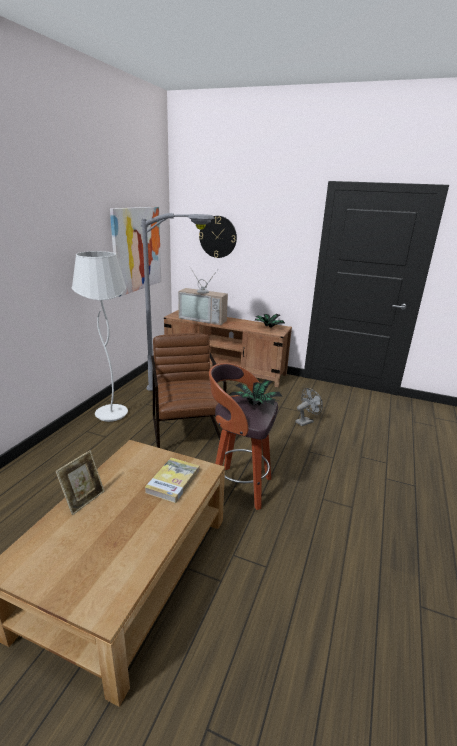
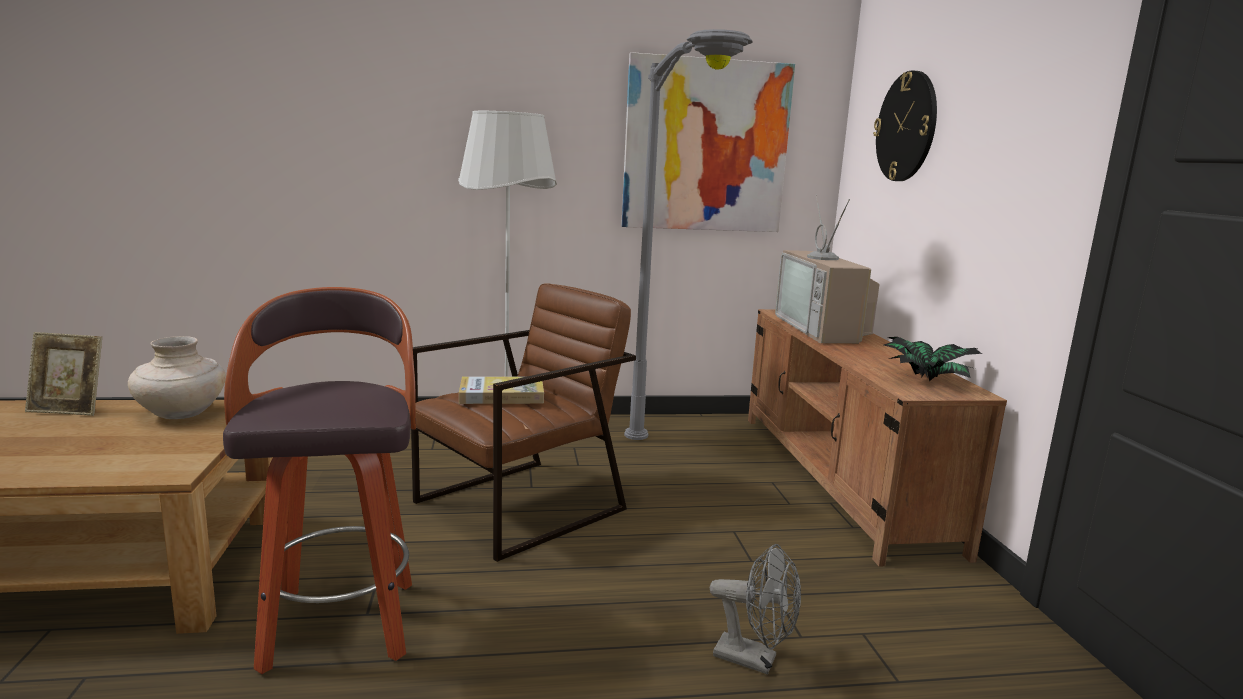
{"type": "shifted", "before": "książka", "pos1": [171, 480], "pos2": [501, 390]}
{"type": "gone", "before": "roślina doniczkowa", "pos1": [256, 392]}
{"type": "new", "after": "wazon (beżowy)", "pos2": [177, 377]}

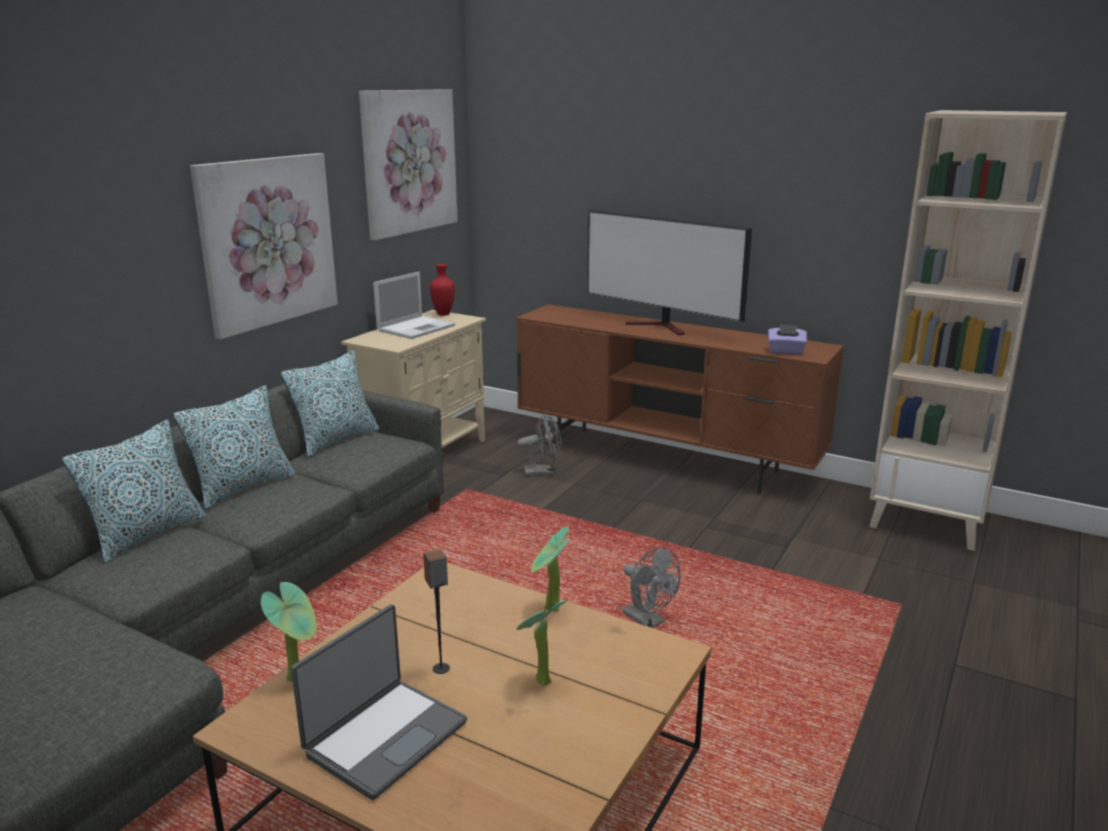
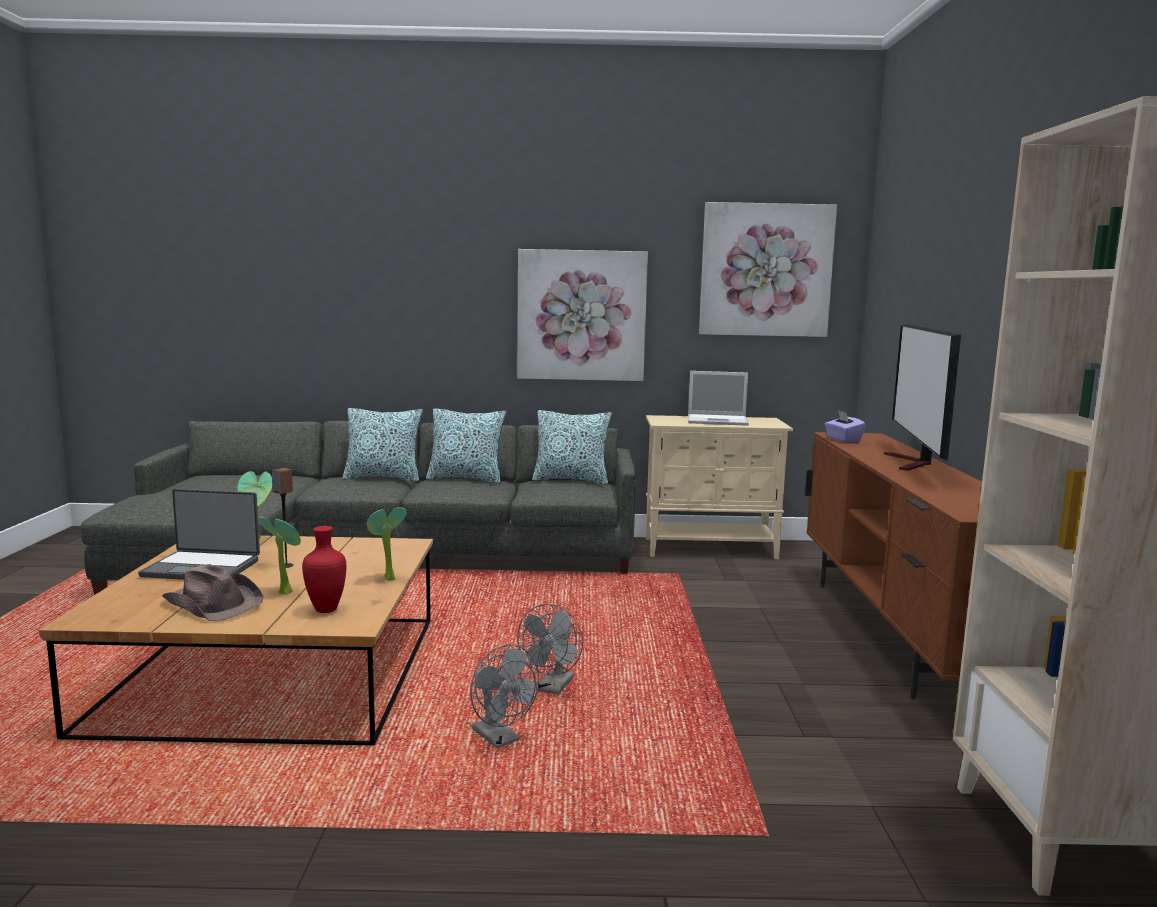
{"type": "shifted", "before": "wazon (czerwony)", "pos1": [442, 290], "pos2": [324, 569]}
{"type": "shifted", "before": "wentylator (szary)", "pos1": [539, 445], "pos2": [504, 696]}
{"type": "shifted", "before": "pudełko chusteczek (fioletowy)", "pos1": [787, 339], "pos2": [845, 426]}
{"type": "new", "after": "kapelusz (brązowy)", "pos2": [213, 593]}

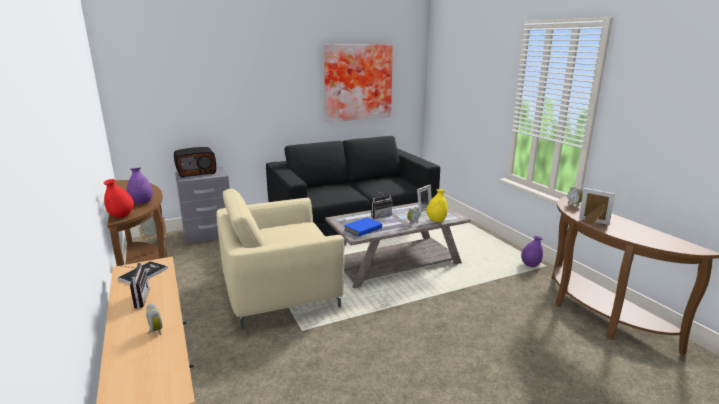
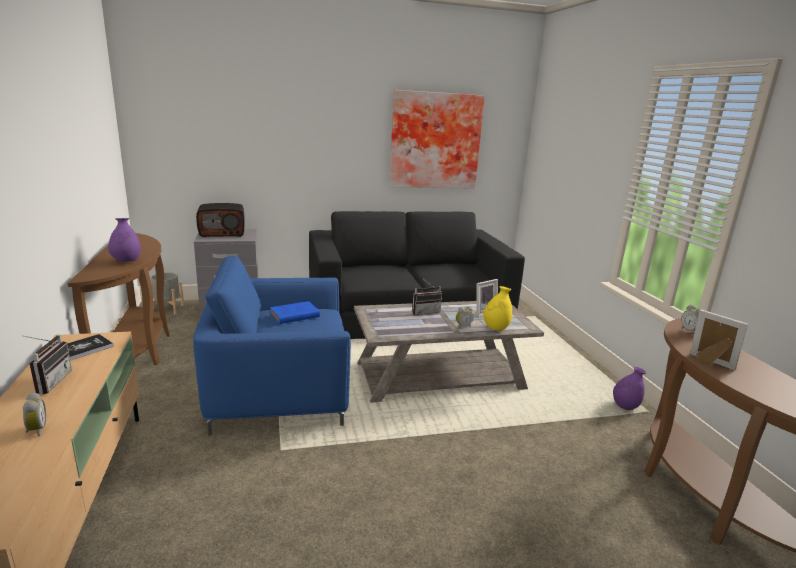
{"type": "gone", "before": "wazon (czerwony)", "pos1": [118, 198]}
{"type": "repainted", "before": "fotel (beżowy)", "after": "fotel (niebieski)", "pos1": [280, 259], "pos2": [272, 345]}
{"type": "shifted", "before": "książka (niebieski)", "pos1": [363, 227], "pos2": [295, 312]}

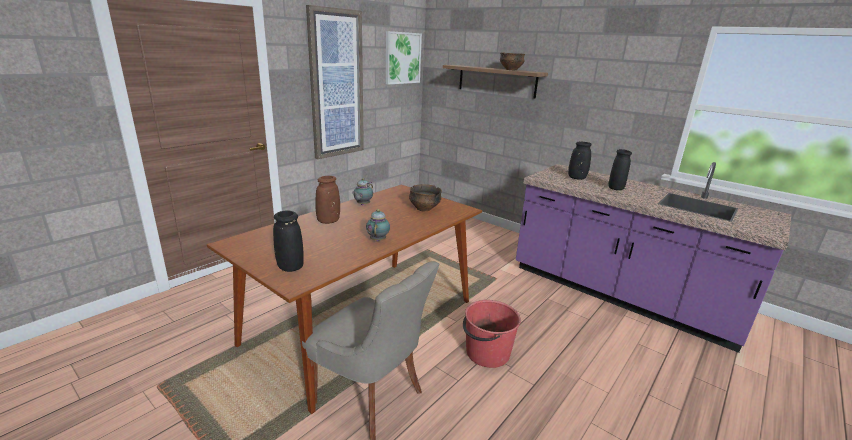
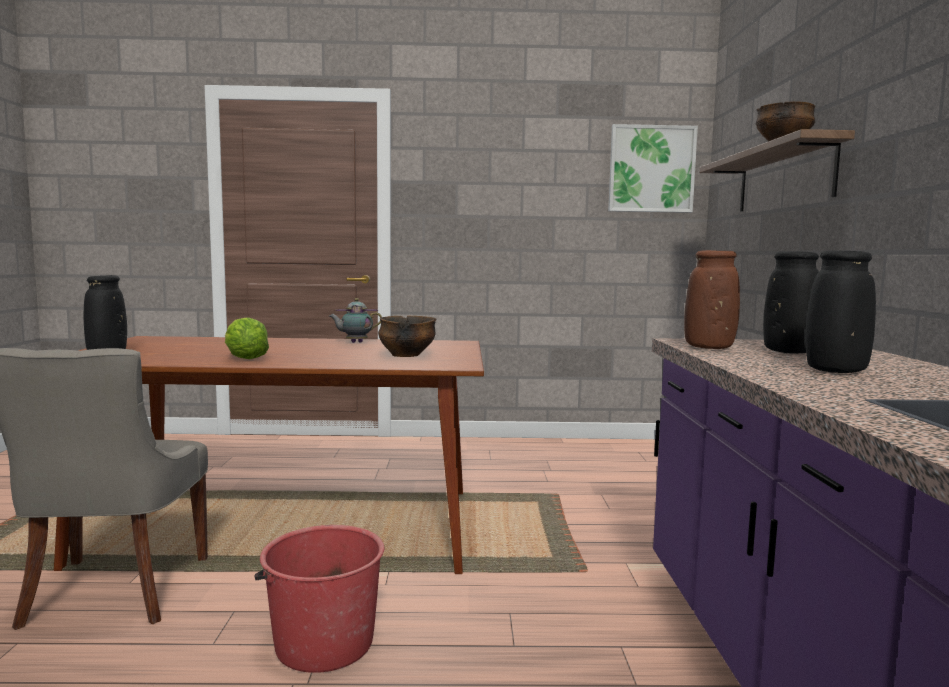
{"type": "gone", "before": "obraz", "pos1": [335, 82]}
{"type": "shifted", "before": "wazon (brązowy)", "pos1": [327, 200], "pos2": [712, 299]}
{"type": "swapped", "before": "imbryk", "after": "sałata", "pos1": [378, 225], "pos2": [247, 338]}

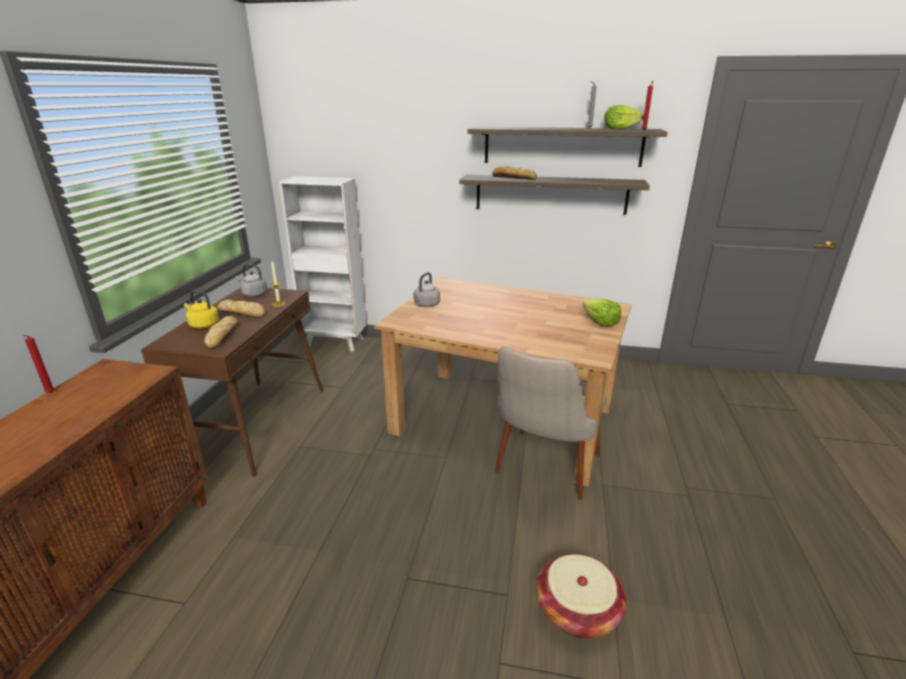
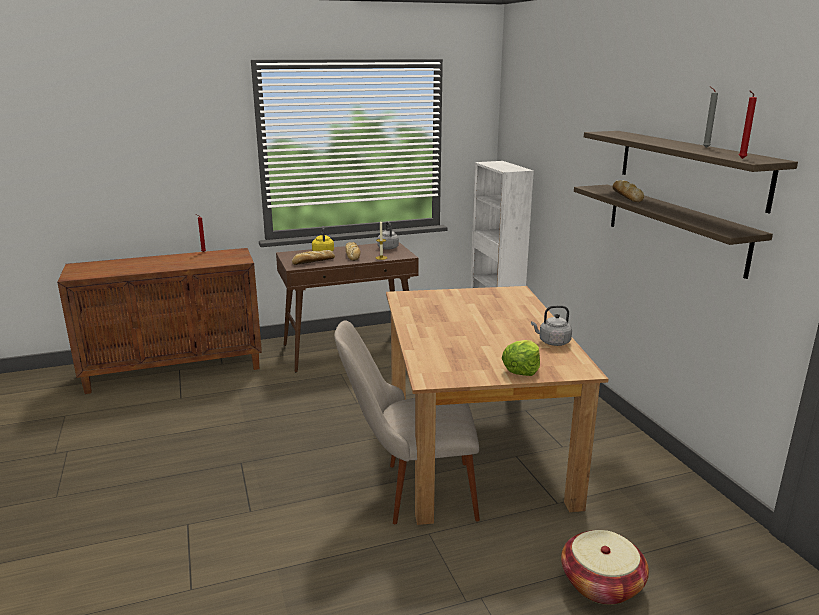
{"type": "shifted", "before": "czajnik (szary)", "pos1": [426, 289], "pos2": [551, 325]}
{"type": "shifted", "before": "koszyk", "pos1": [581, 596], "pos2": [605, 567]}
{"type": "gone", "before": "sałata", "pos1": [624, 117]}

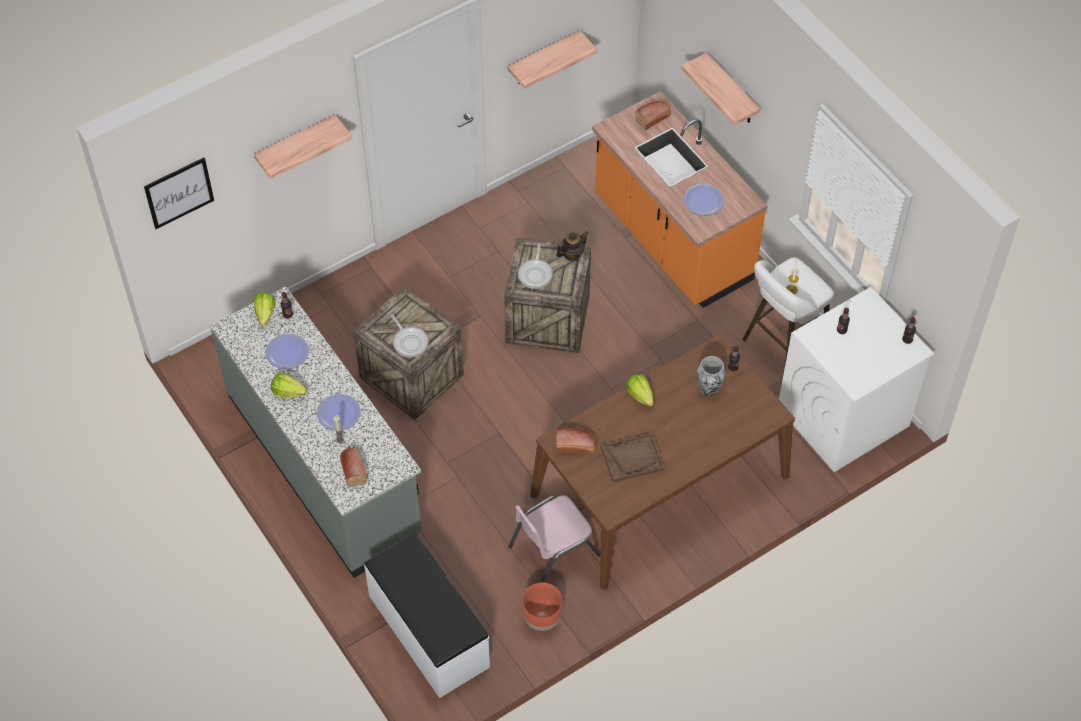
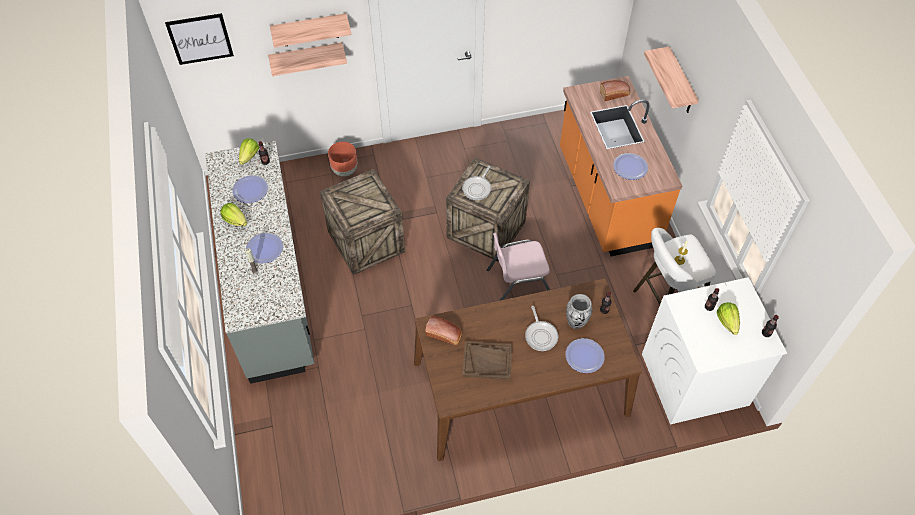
{"type": "gone", "before": "chleb", "pos1": [353, 467]}
{"type": "gone", "before": "ławka (biały)", "pos1": [427, 615]}
{"type": "shifted", "before": "patelnia", "pos1": [410, 336], "pos2": [541, 328]}
{"type": "shifted", "before": "półka", "pos1": [552, 60], "pos2": [307, 59]}
{"type": "shifted", "before": "krzesło (różowy)", "pos1": [554, 539], "pos2": [518, 267]}
{"type": "shifted", "before": "donica (brązowy)", "pos1": [542, 607], "pos2": [342, 159]}
{"type": "gone", "before": "imbryk", "pos1": [572, 246]}
{"type": "shifted", "before": "sałata", "pos1": [639, 390], "pos2": [728, 318]}
{"type": "new", "after": "talerz", "pos2": [585, 355]}

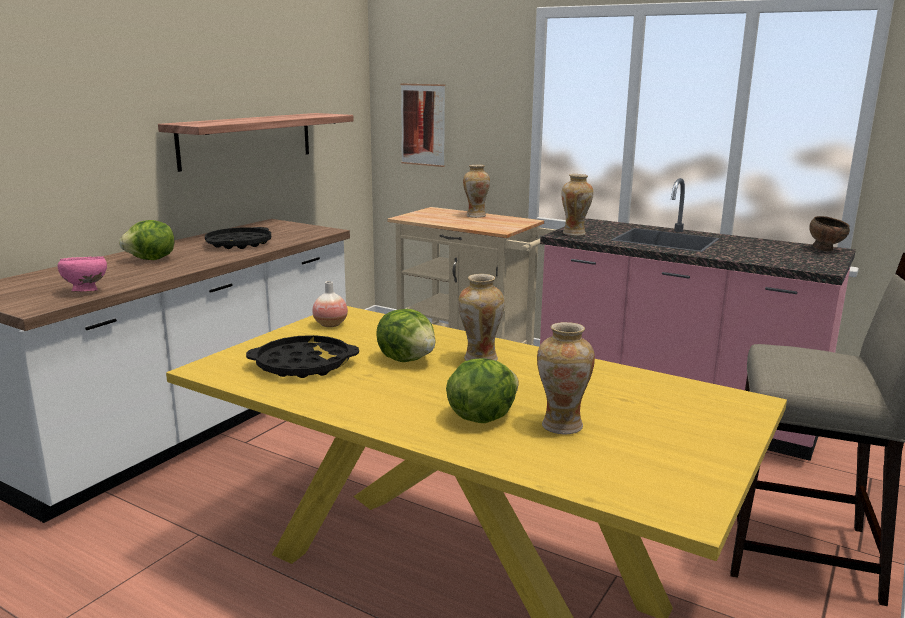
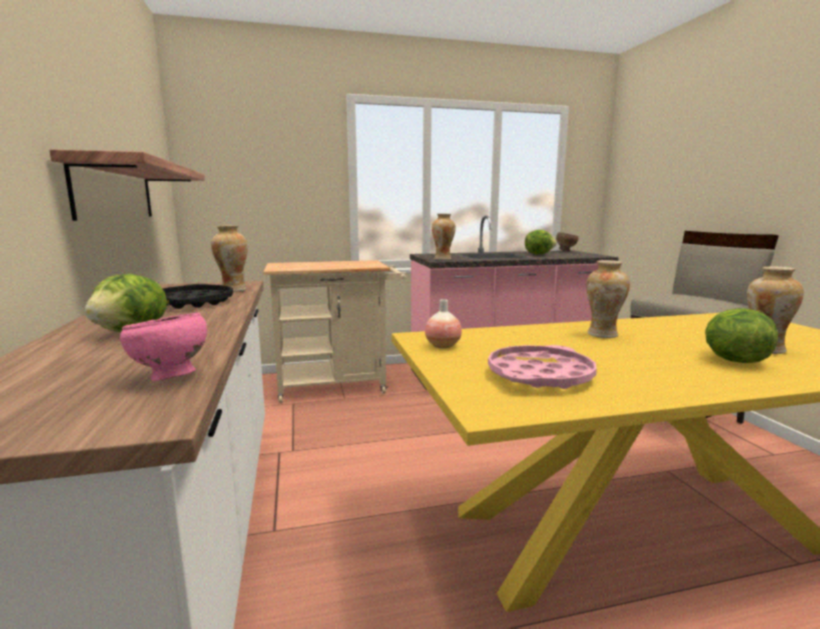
{"type": "repainted", "before": "taca (czarny)", "after": "taca (różowy)", "pos1": [302, 356], "pos2": [542, 367]}
{"type": "shifted", "before": "sałata", "pos1": [405, 335], "pos2": [541, 242]}
{"type": "gone", "before": "obraz", "pos1": [423, 125]}
{"type": "shifted", "before": "wazon", "pos1": [476, 191], "pos2": [229, 258]}

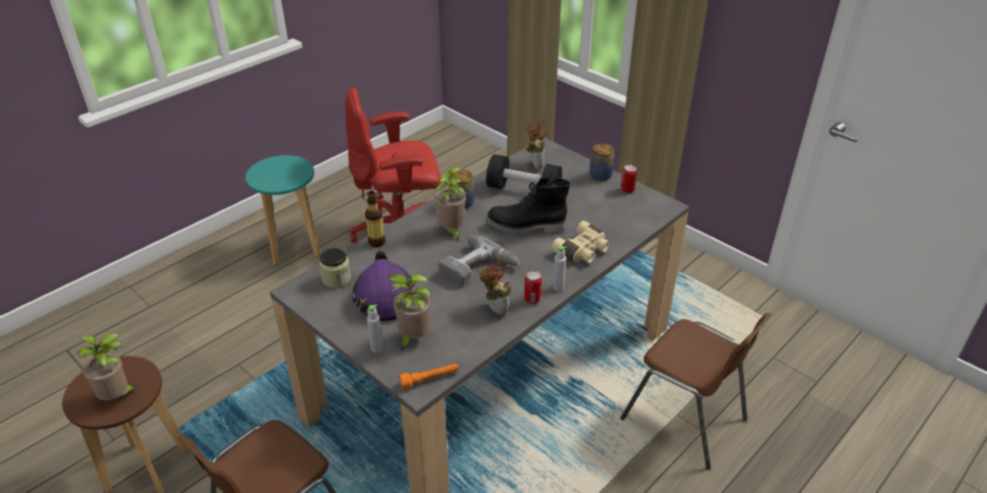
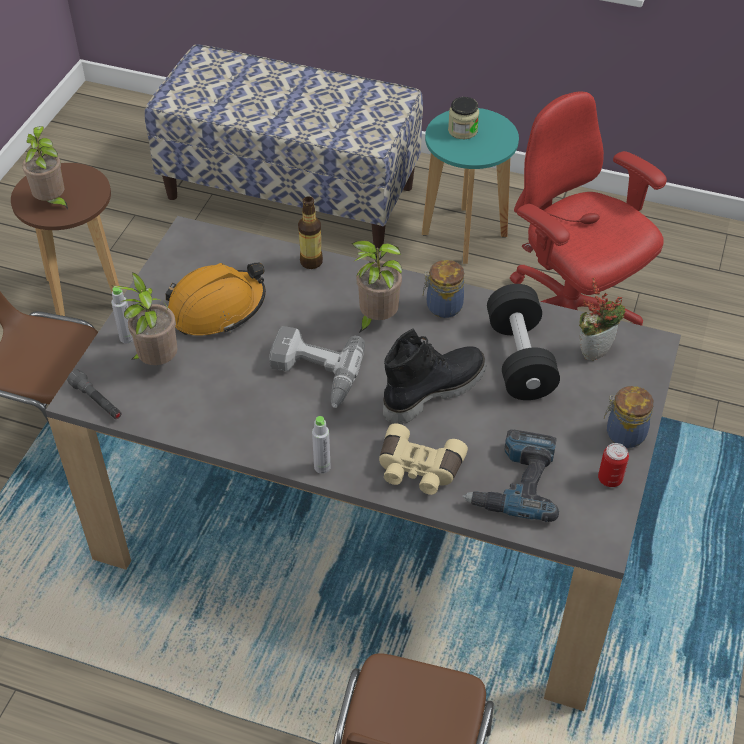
{"type": "shifted", "before": "słoik", "pos1": [335, 268], "pos2": [463, 118]}
{"type": "repainted", "before": "kask (fioletowy)", "after": "kask (pomarańczowy)", "pos1": [384, 286], "pos2": [216, 299]}
{"type": "repainted", "before": "latarka (pomarańczowy)", "after": "latarka (szary)", "pos1": [428, 376], "pos2": [94, 394]}
{"type": "gone", "before": "roślina doniczkowa", "pos1": [494, 284]}
{"type": "rotated", "before": "but z cholewką (czarny)", "pos1": [528, 206], "pos2": [434, 376], "turn": 75}
{"type": "gone", "before": "puszka", "pos1": [533, 287]}
{"type": "new", "after": "ławka", "pos2": [284, 146]}
{"type": "new", "after": "wiertarka", "pos2": [510, 475]}

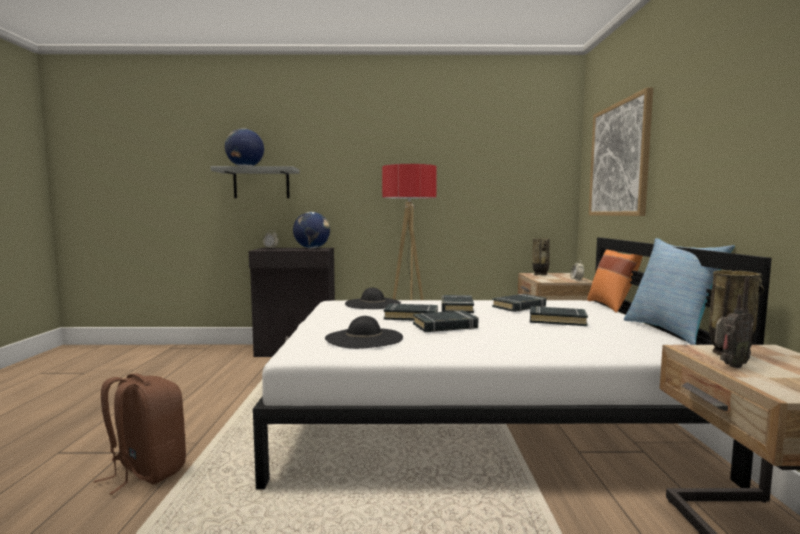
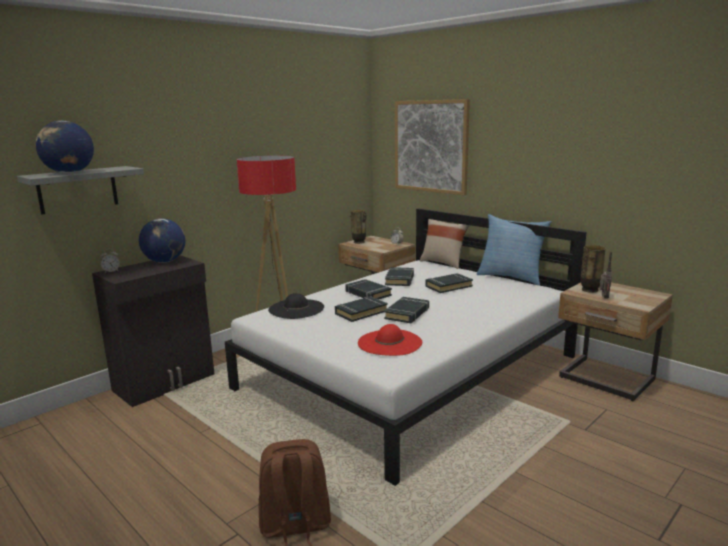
{"type": "repainted", "before": "kapelusz (czarny)", "after": "kapelusz (czerwony)", "pos1": [364, 332], "pos2": [390, 340]}
{"type": "repainted", "before": "poduszka (pomarańczowy)", "after": "poduszka (beżowy)", "pos1": [615, 281], "pos2": [444, 244]}

